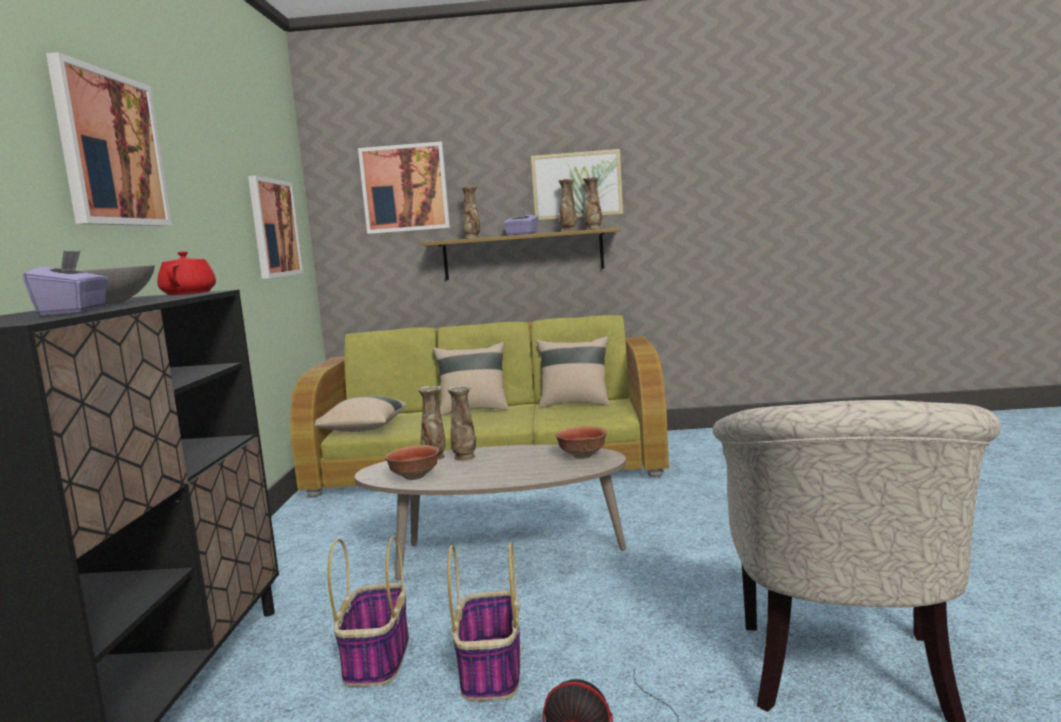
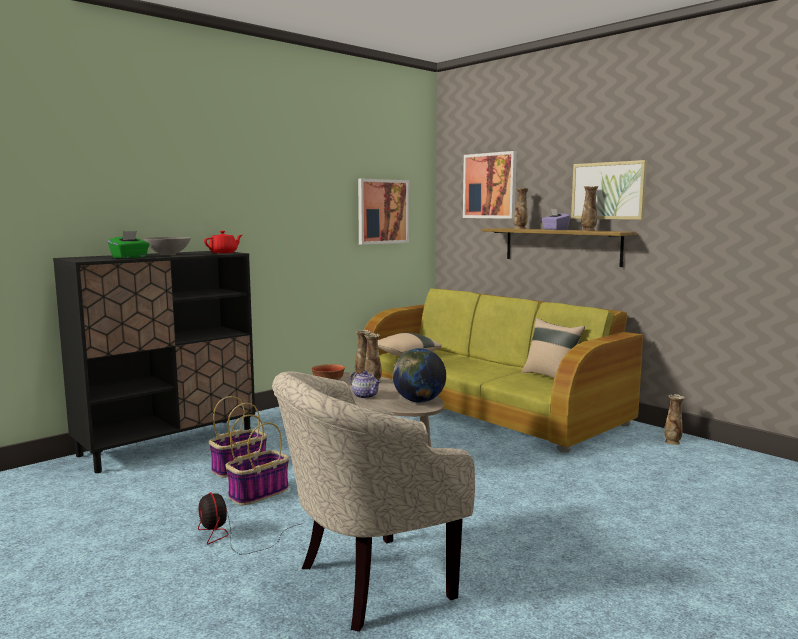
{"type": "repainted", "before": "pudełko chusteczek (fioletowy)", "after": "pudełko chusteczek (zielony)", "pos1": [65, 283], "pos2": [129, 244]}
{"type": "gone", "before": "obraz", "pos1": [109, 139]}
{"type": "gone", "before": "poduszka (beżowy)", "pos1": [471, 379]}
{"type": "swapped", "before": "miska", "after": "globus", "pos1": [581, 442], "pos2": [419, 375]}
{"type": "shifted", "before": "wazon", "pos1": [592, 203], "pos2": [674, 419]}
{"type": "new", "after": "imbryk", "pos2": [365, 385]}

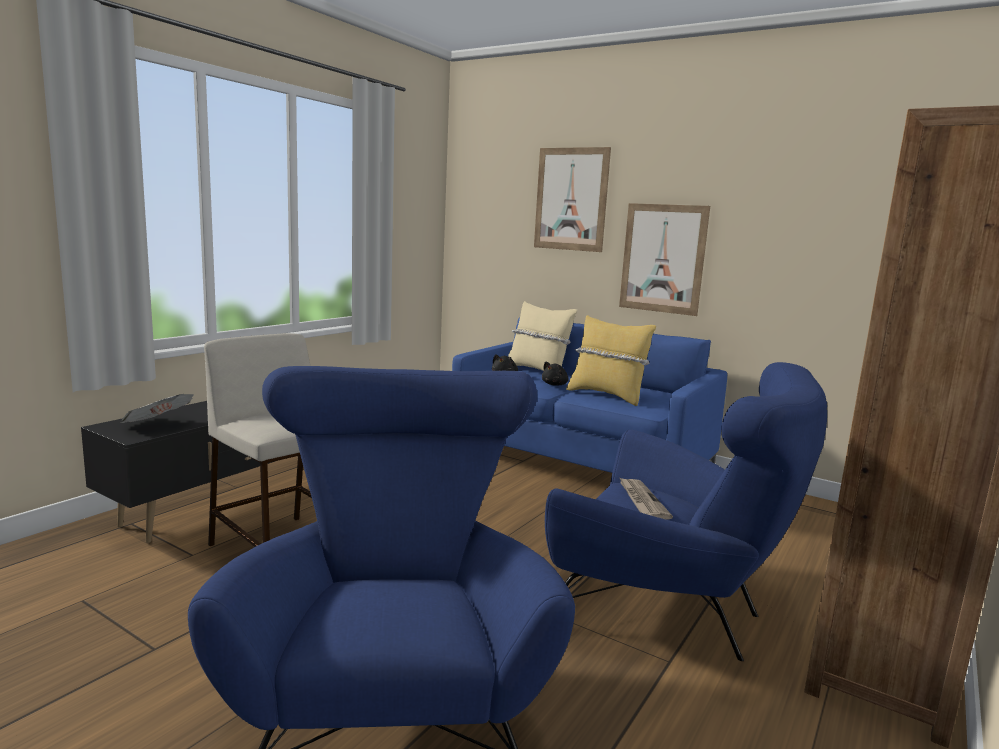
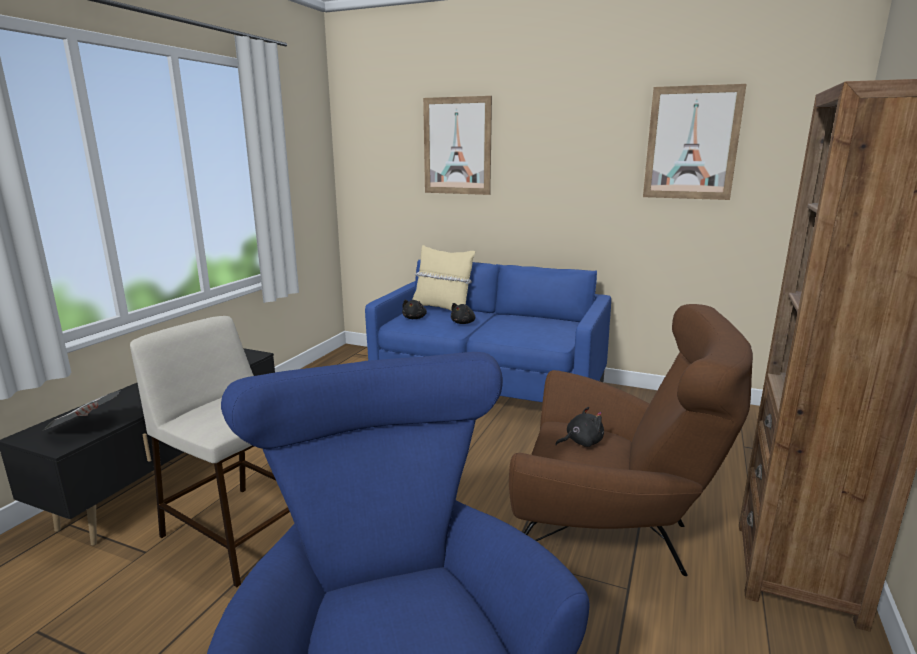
{"type": "repainted", "before": "fotel (niebieski)", "after": "fotel (brązowy)", "pos1": [686, 511], "pos2": [631, 440]}
{"type": "gone", "before": "poduszka (żółty)", "pos1": [611, 360]}
{"type": "shifted", "before": "obraz", "pos1": [664, 259], "pos2": [695, 142]}
{"type": "swapped", "before": "gazeta", "after": "pluszak (czarny)", "pos1": [646, 498], "pos2": [579, 427]}

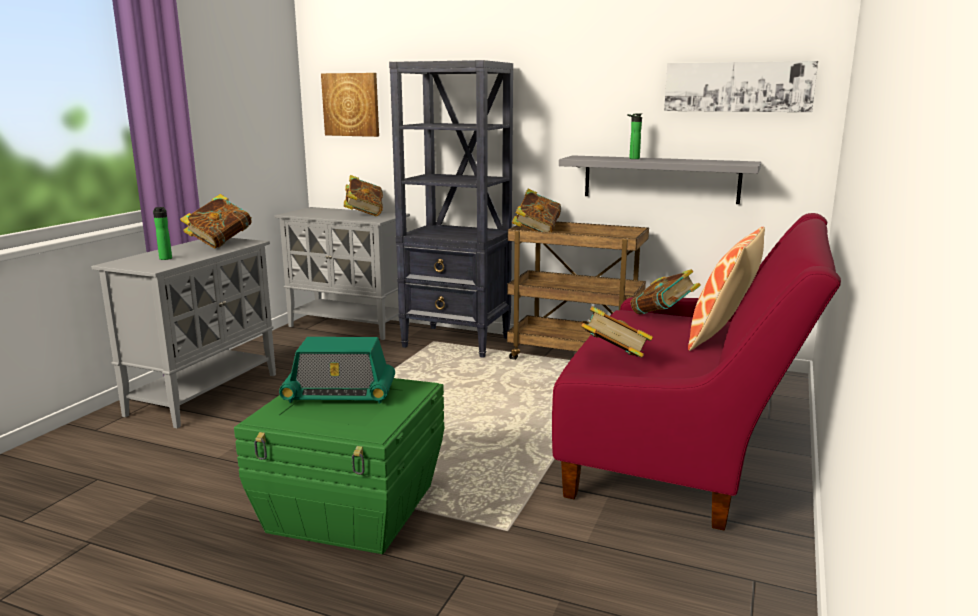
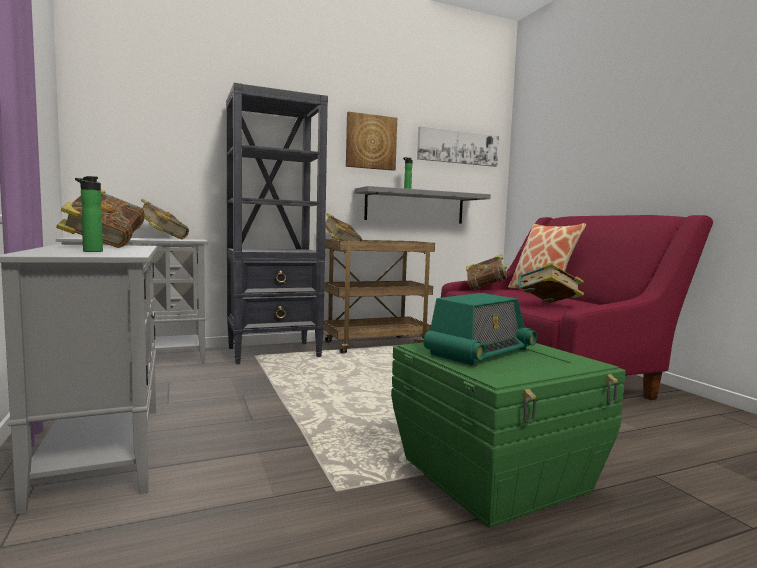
{"type": "shifted", "before": "obraz", "pos1": [350, 105], "pos2": [371, 141]}

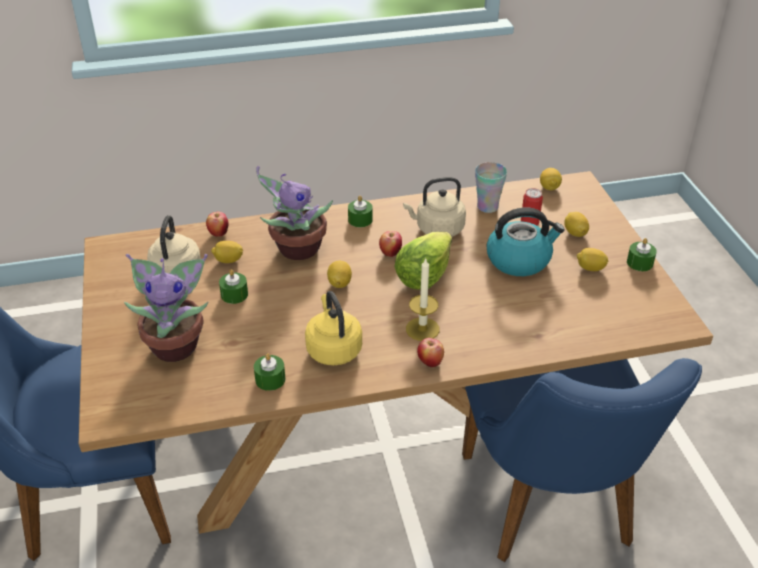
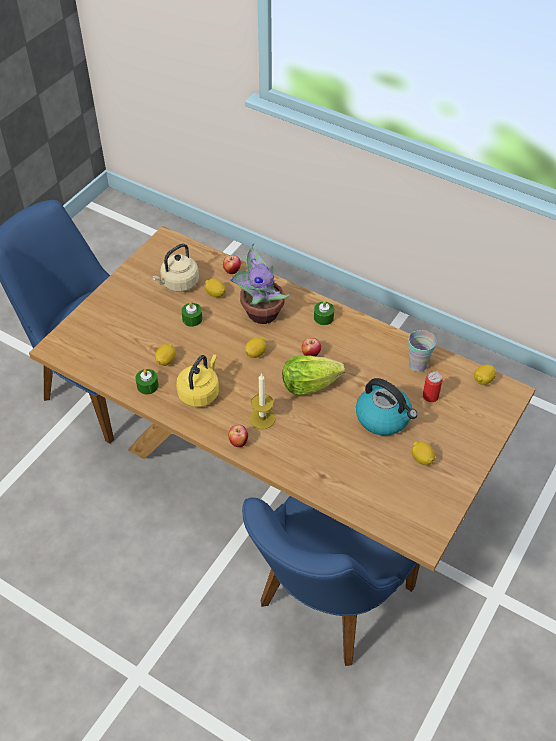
{"type": "gone", "before": "roślina doniczkowa", "pos1": [166, 308]}
{"type": "gone", "before": "czajnik (beżowy)", "pos1": [434, 207]}
{"type": "shifted", "before": "cytryna", "pos1": [576, 224], "pos2": [165, 355]}
{"type": "gone", "before": "świeca (zielony)", "pos1": [642, 254]}

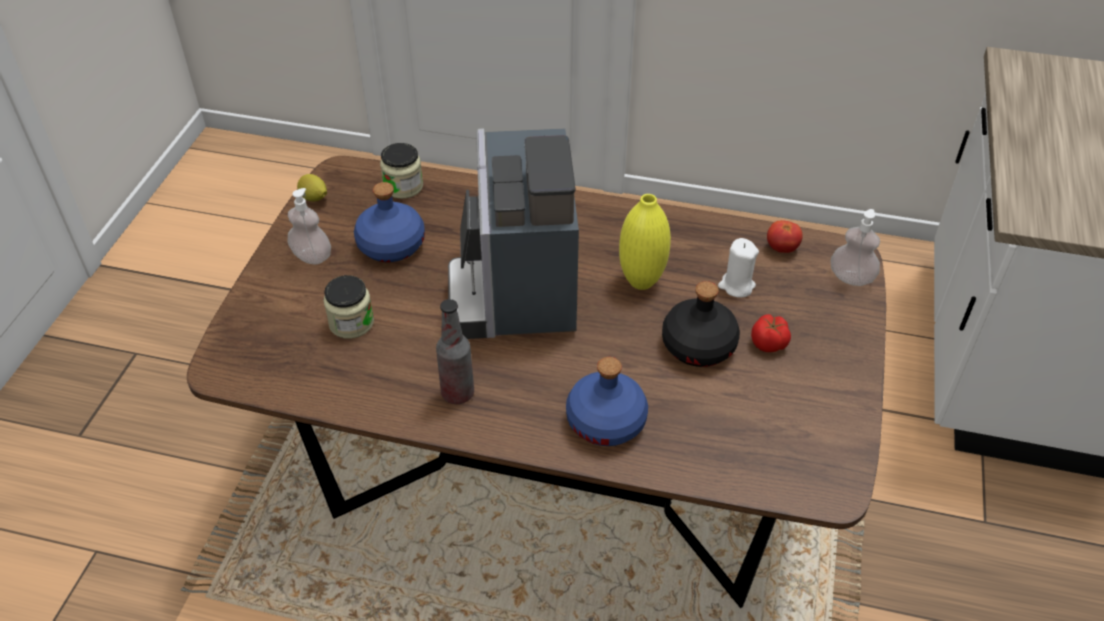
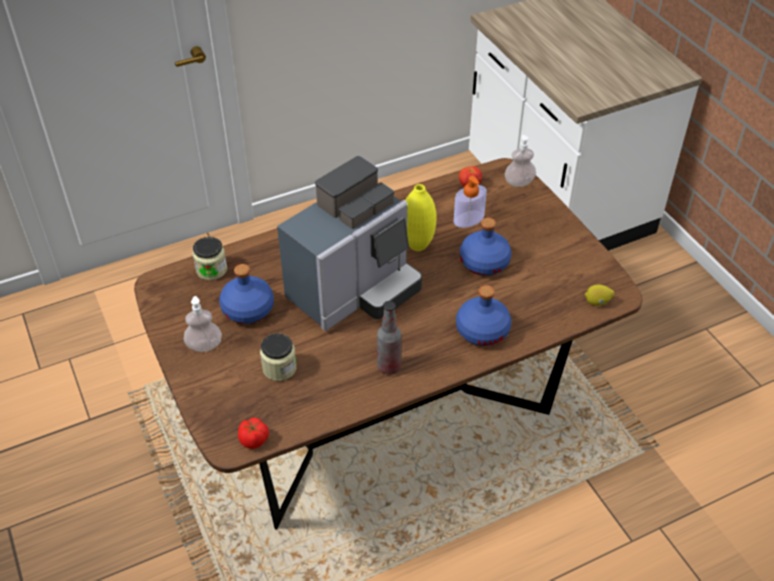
{"type": "shifted", "before": "cytryna", "pos1": [312, 188], "pos2": [599, 295]}
{"type": "rotated", "before": "ekspres do kawy", "pos1": [513, 233], "pos2": [349, 243], "turn": -90}
{"type": "repainted", "before": "butelka (czarny)", "after": "butelka (niebieski)", "pos1": [701, 324], "pos2": [485, 247]}
{"type": "swapped", "before": "świeca (biały)", "after": "dozownik mydła", "pos1": [738, 268], "pos2": [470, 202]}
{"type": "shifted", "before": "pomidor", "pos1": [771, 333], "pos2": [253, 433]}

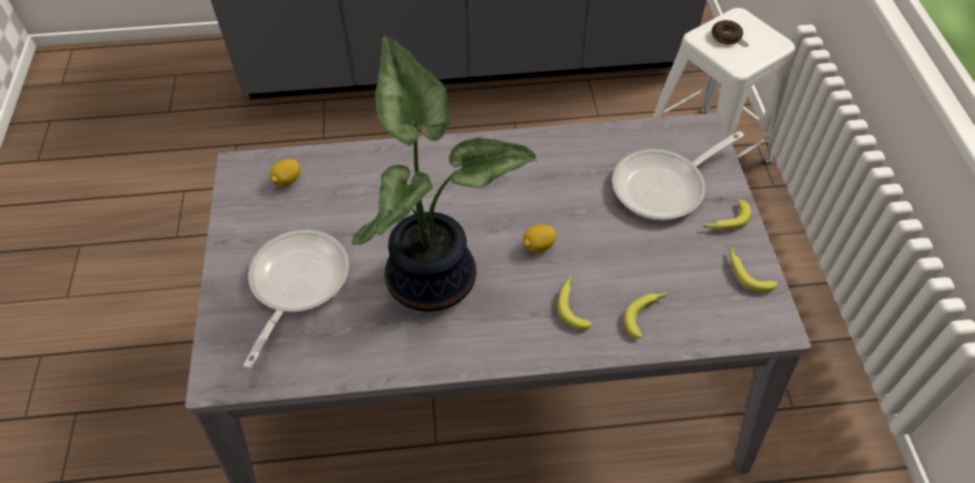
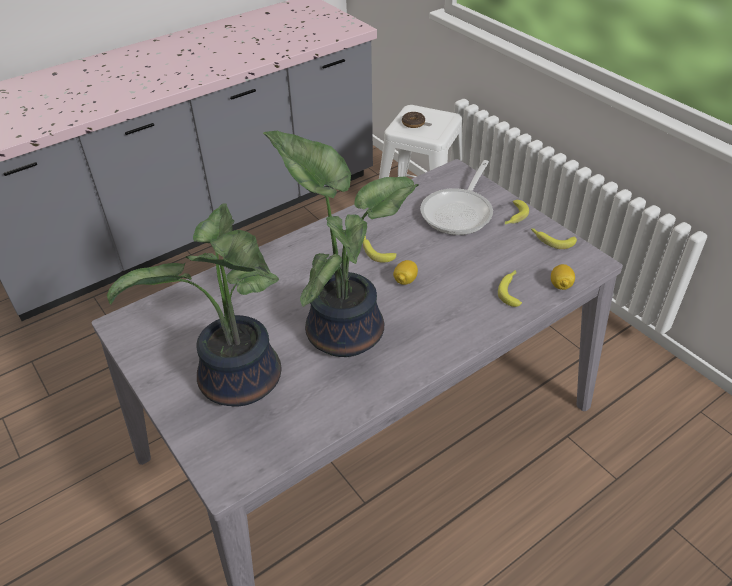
{"type": "swapped", "before": "patelnia", "after": "roślina doniczkowa", "pos1": [296, 299], "pos2": [194, 304]}
{"type": "shifted", "before": "cytryna", "pos1": [284, 173], "pos2": [563, 277]}
{"type": "shifted", "before": "banan", "pos1": [575, 302], "pos2": [379, 248]}

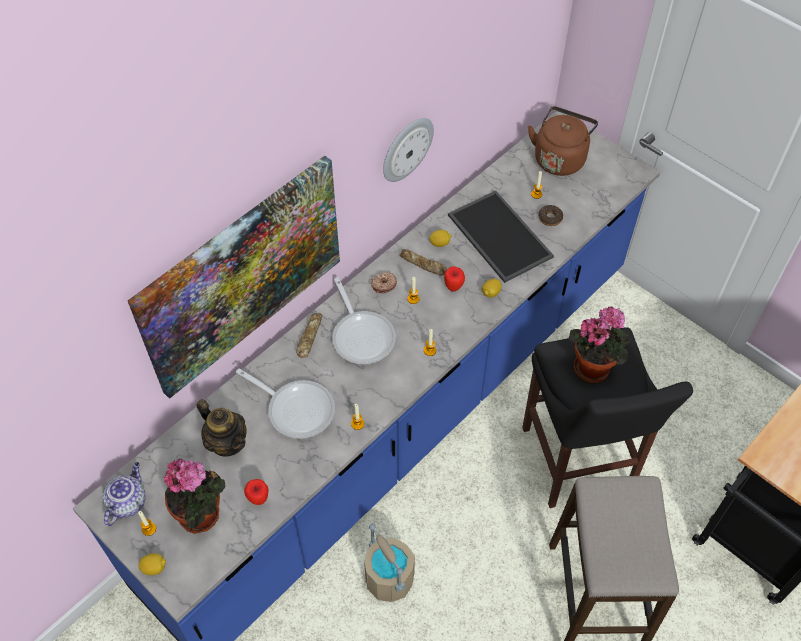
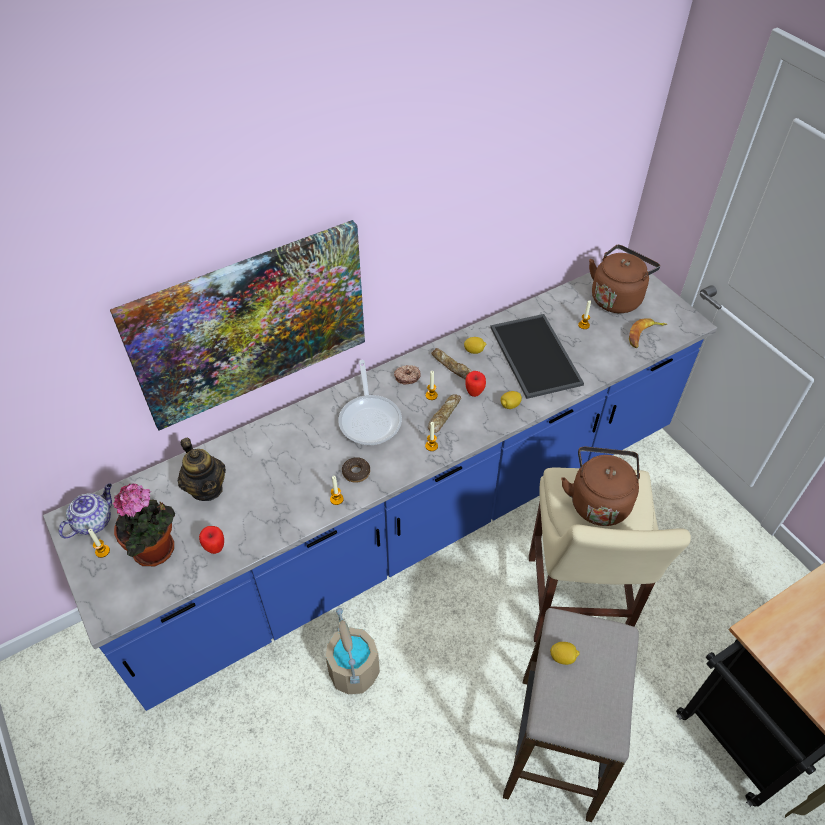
{"type": "shifted", "before": "cytryna", "pos1": [152, 564], "pos2": [565, 653]}
{"type": "gone", "before": "patelnia", "pos1": [285, 404]}
{"type": "shifted", "before": "chleb", "pos1": [309, 335], "pos2": [444, 413]}
{"type": "gone", "before": "zegar ścienny", "pos1": [408, 150]}
{"type": "repainted", "before": "stołek (czarny)", "after": "stołek (beżowy)", "pos1": [607, 417], "pos2": [610, 554]}
{"type": "shifted", "before": "donut", "pos1": [550, 215], "pos2": [356, 470]}
{"type": "swapped", "before": "roślina doniczkowa", "after": "czajnik (brązowy)", "pos1": [599, 344], "pos2": [600, 486]}
{"type": "new", "after": "banan", "pos2": [648, 333]}

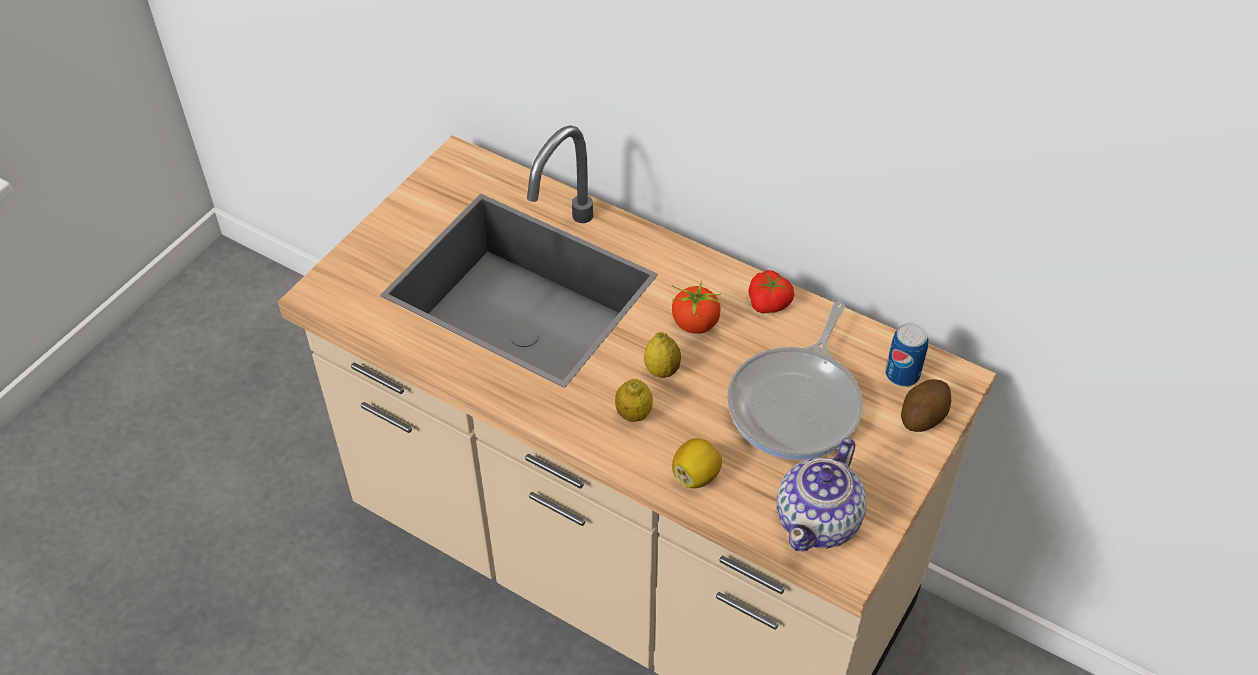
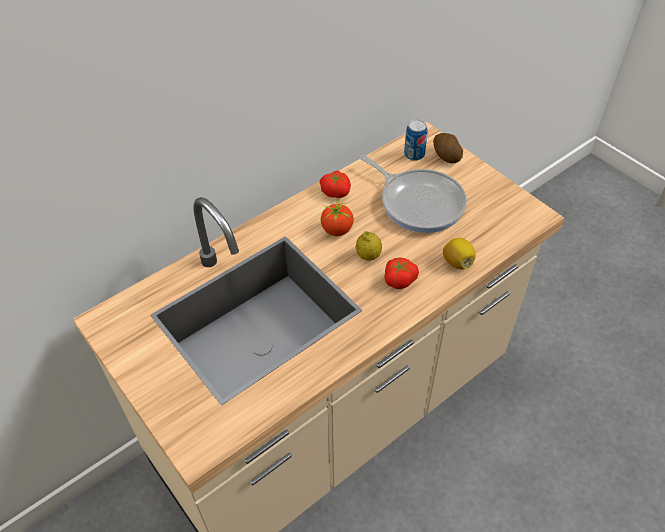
{"type": "swapped", "before": "cytryna", "after": "pomidor", "pos1": [634, 400], "pos2": [401, 273]}
{"type": "gone", "before": "imbryk", "pos1": [822, 495]}

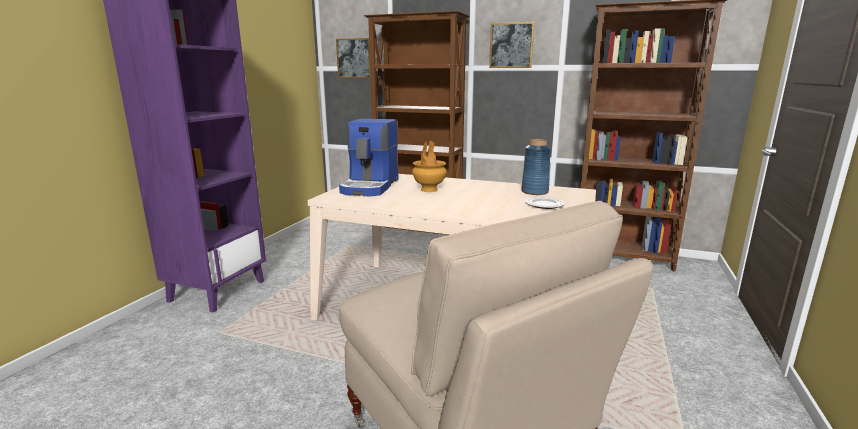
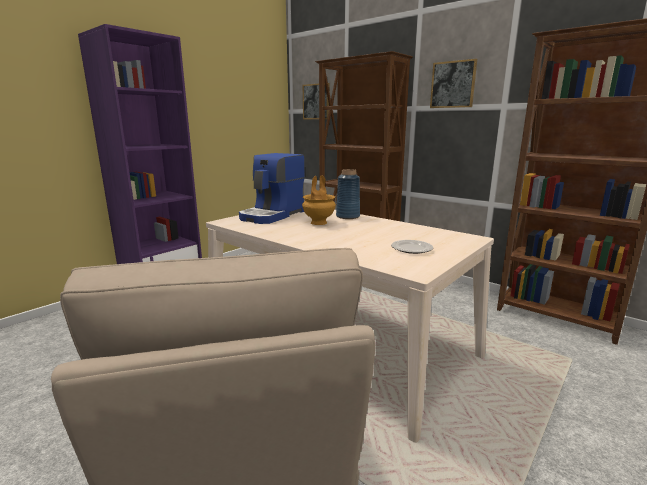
{"type": "shifted", "before": "wazon (niebieski)", "pos1": [536, 167], "pos2": [348, 194]}

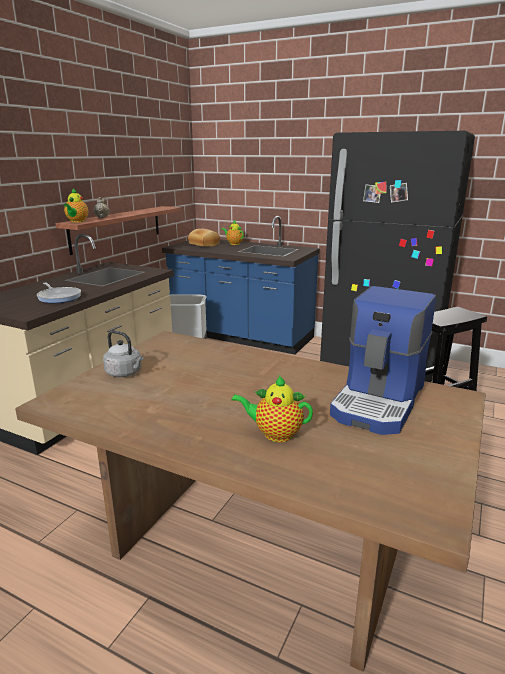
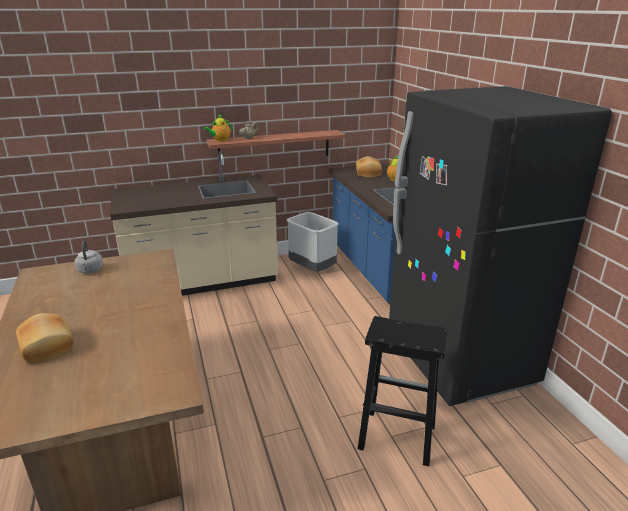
{"type": "gone", "before": "patelnia", "pos1": [59, 292]}
{"type": "swapped", "before": "imbryk", "after": "chleb", "pos1": [272, 409], "pos2": [45, 338]}
{"type": "gone", "before": "ekspres do kawy", "pos1": [383, 360]}

